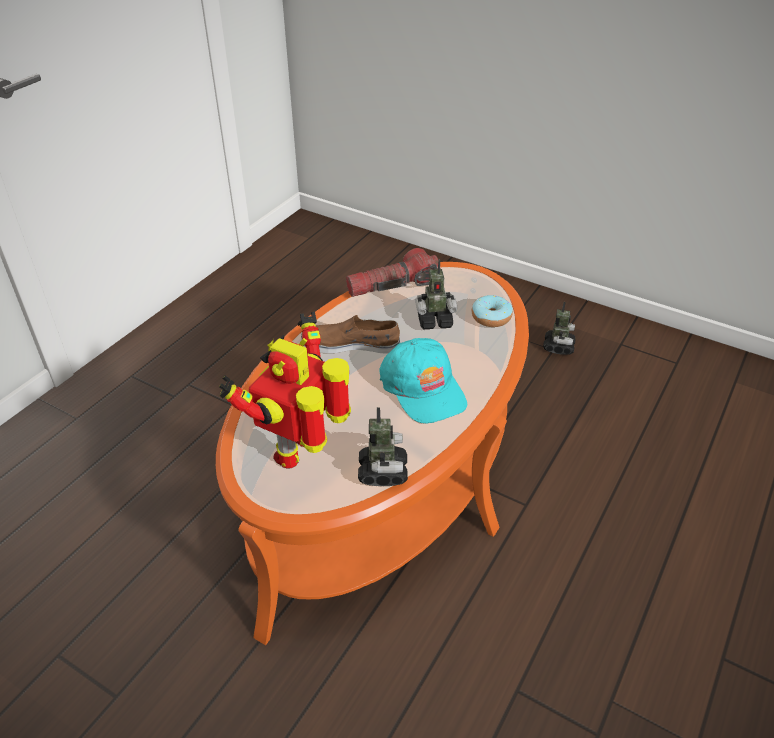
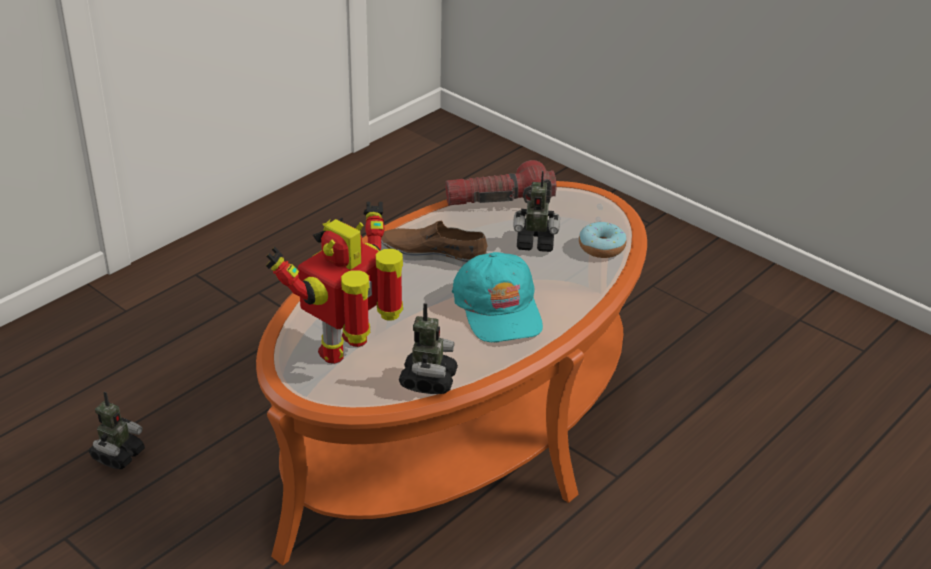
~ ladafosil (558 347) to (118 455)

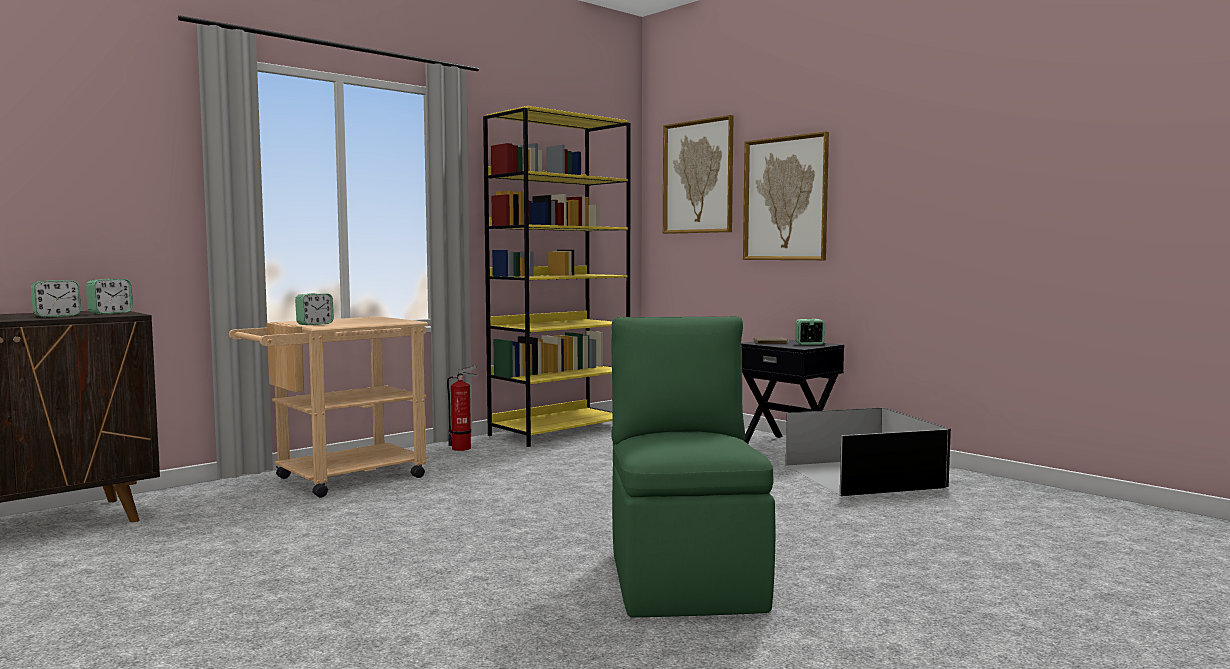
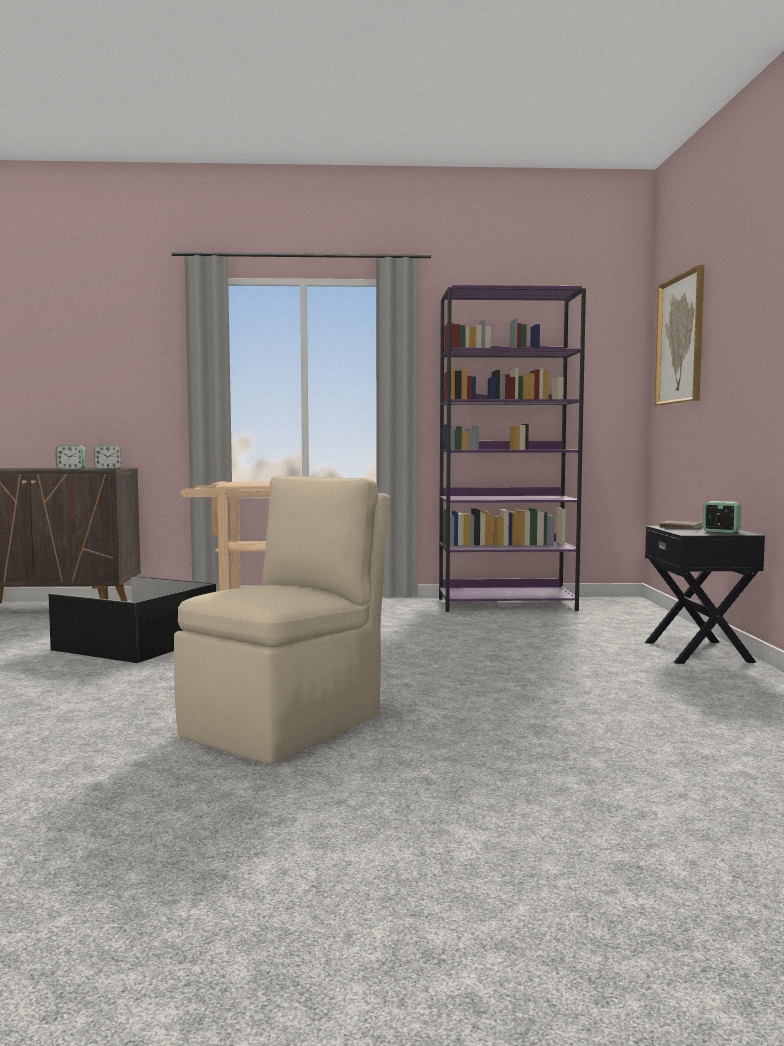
- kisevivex (315 324)
- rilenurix (464 448)
~ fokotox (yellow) (560 431) to fokotox (purple) (507 604)
~ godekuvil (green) (685 578) to godekuvil (beige) (287 725)
- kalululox (785 199)
~ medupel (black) (861 475) to (137 643)

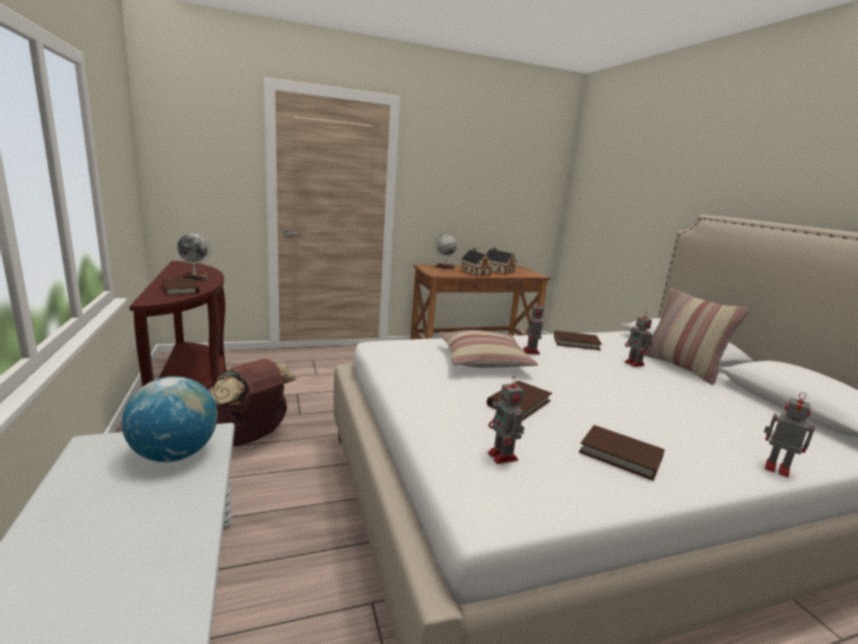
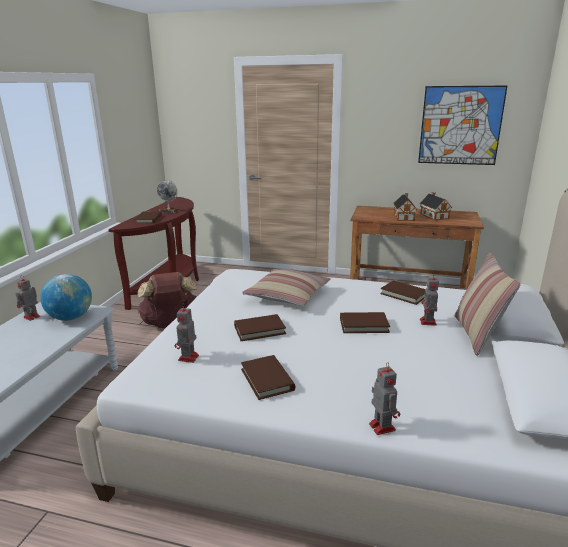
- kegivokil (444 267)
~ ladafosil (531 352) to (31 317)
+ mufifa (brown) (363 325)
+ kalululox (460 125)

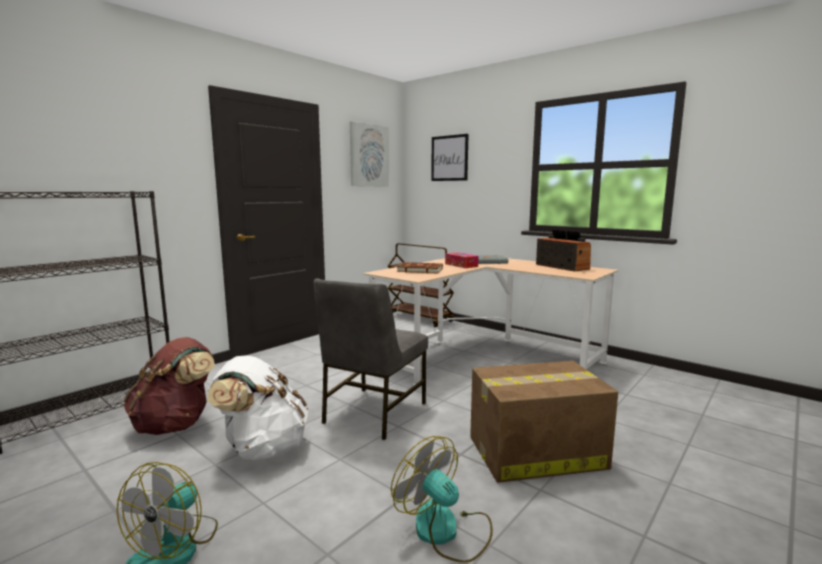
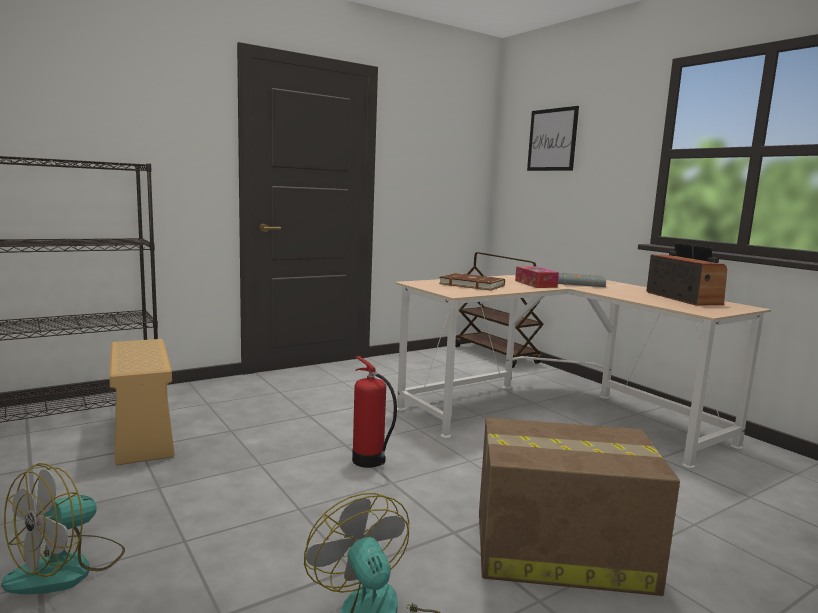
~ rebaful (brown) (175 425) to medupel (beige) (143 437)
- rebaful (white) (263 448)
~ godekuvil (grey) (372 413) to rilenurix (369 461)
- kalululox (369 155)

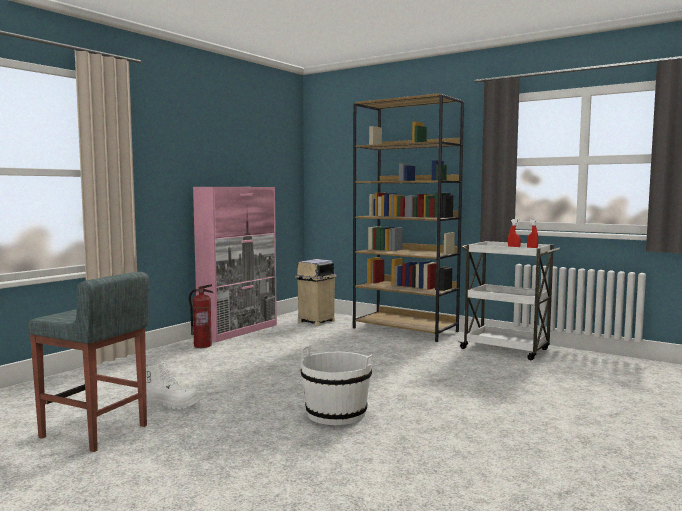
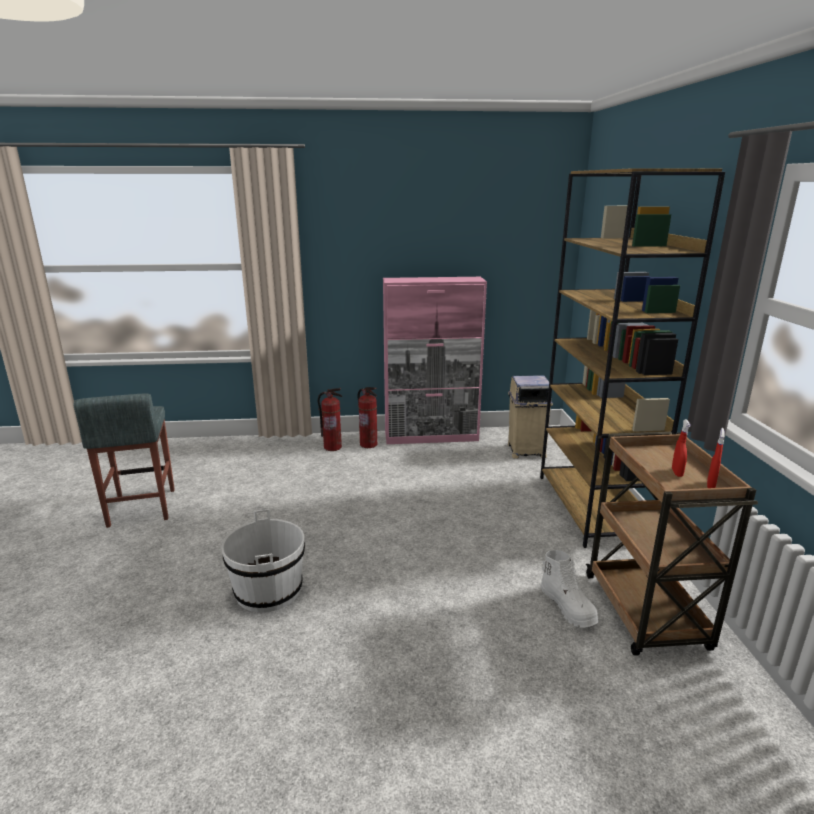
~ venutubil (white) (171 404) to (568 607)
~ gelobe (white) (506 349) to gelobe (brown) (646 613)
+ rilenurix (333 447)

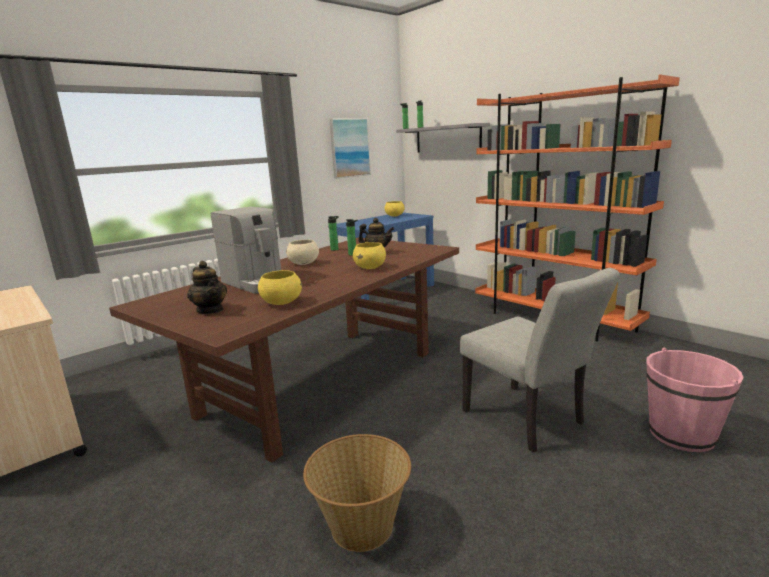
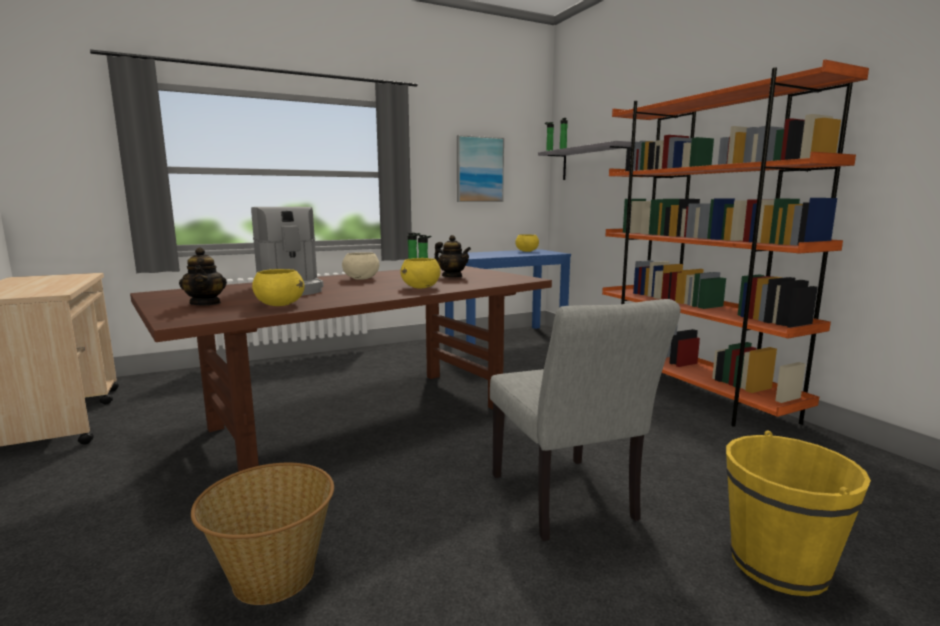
~ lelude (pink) (681 434) to lelude (yellow) (778 564)

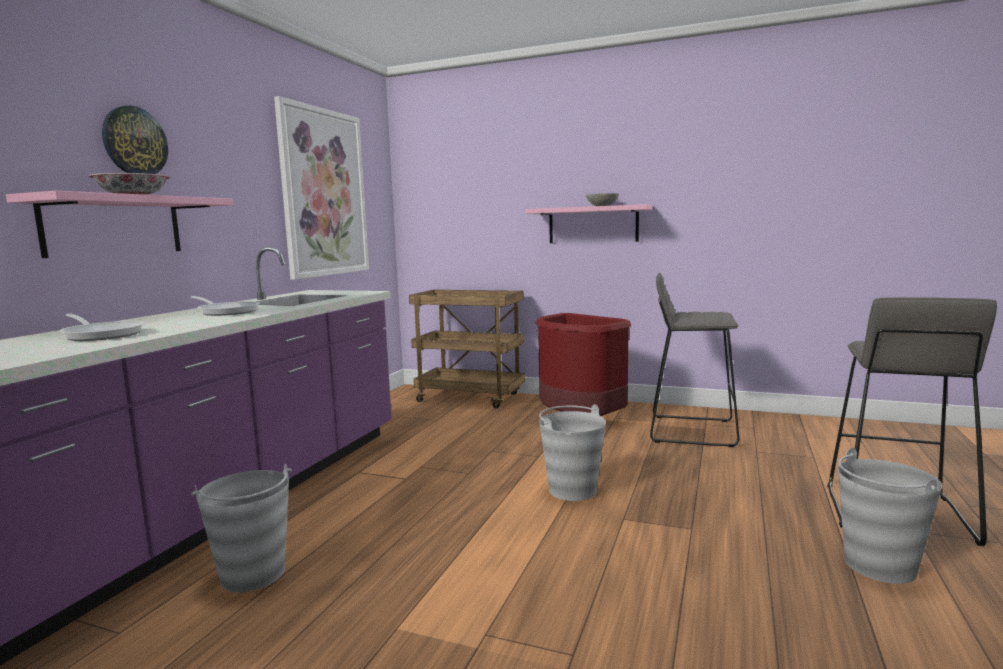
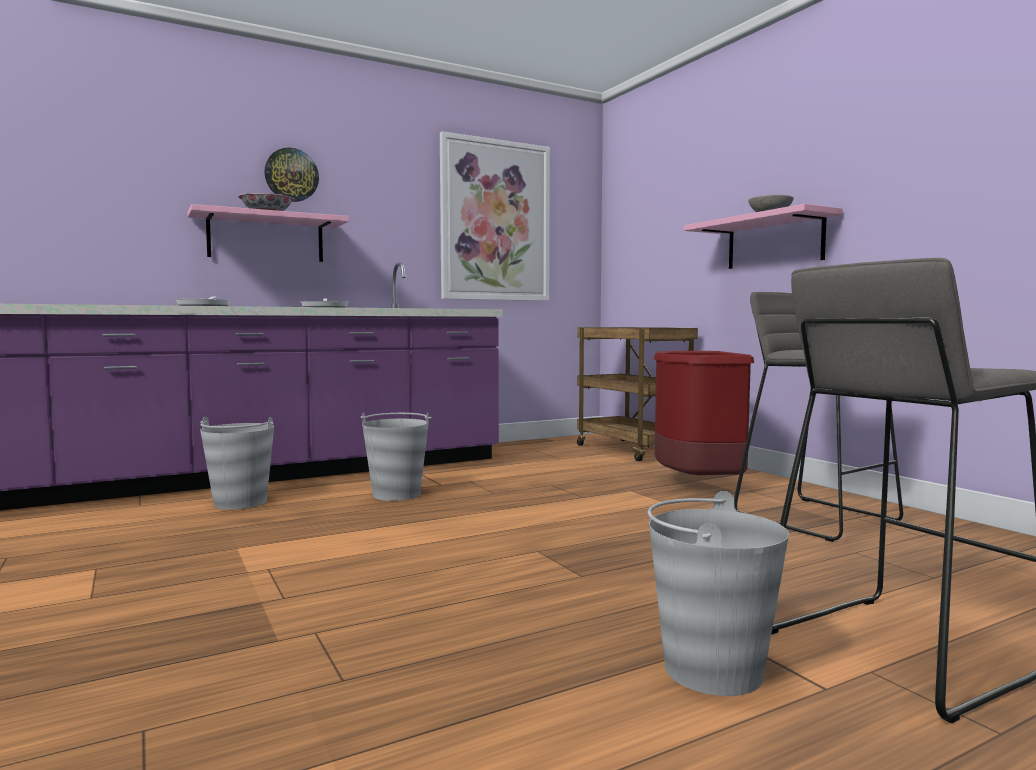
~ lelude (grey) (572 490) to (397 494)

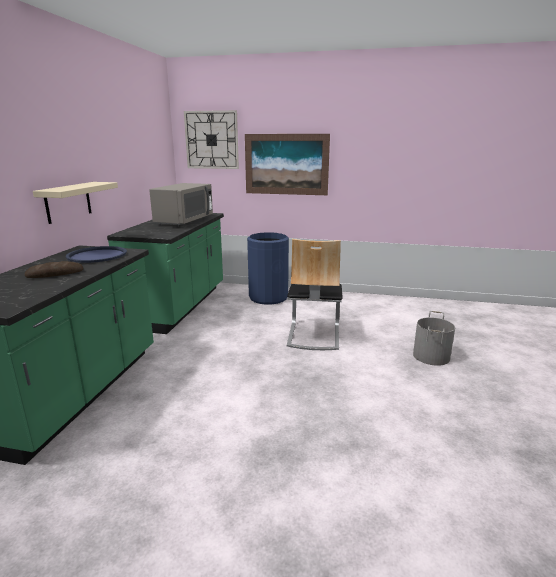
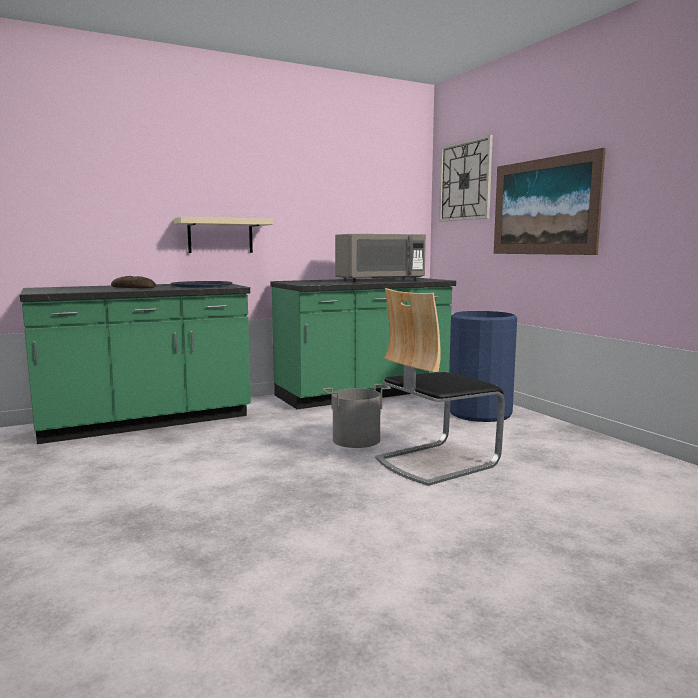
~ lelude (grey) (432 356) to (356 440)

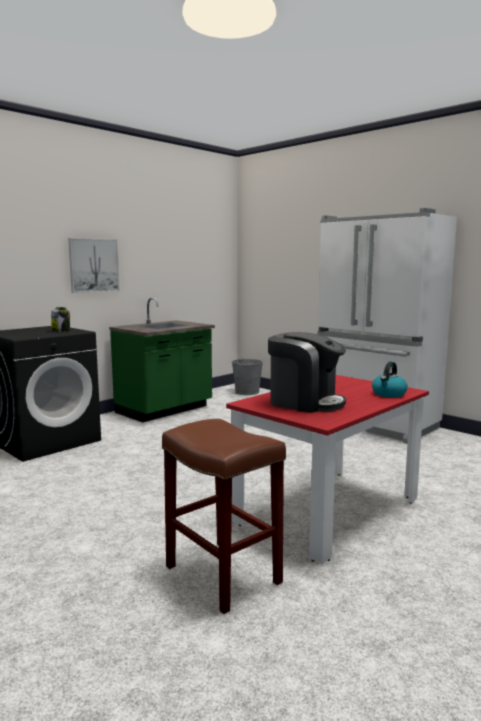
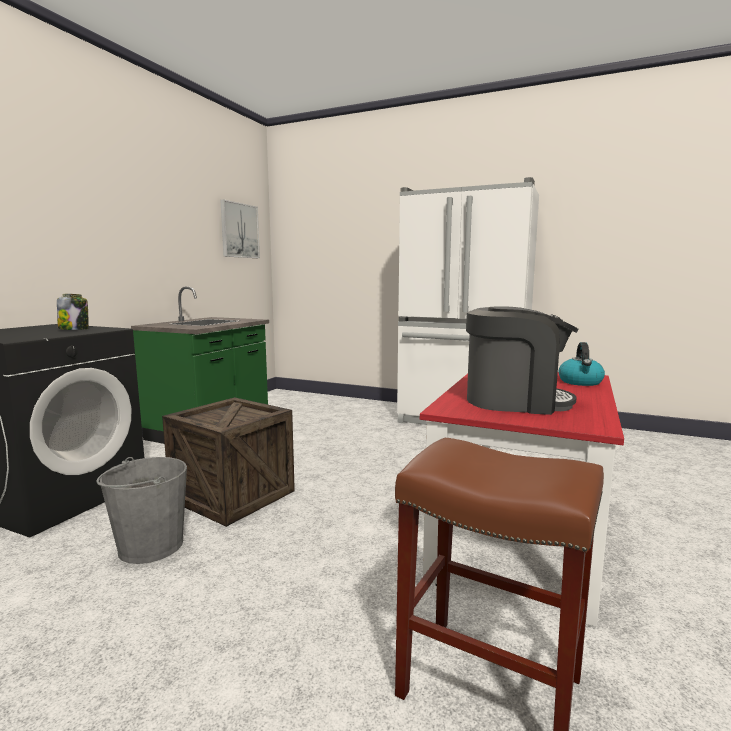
~ kalululox (94 265) to (239 230)
~ lelude (grey) (247 392) to (150 546)
+ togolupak (233 495)

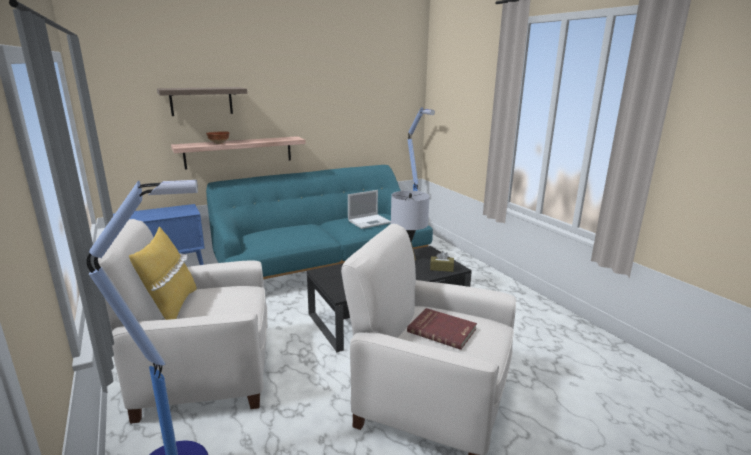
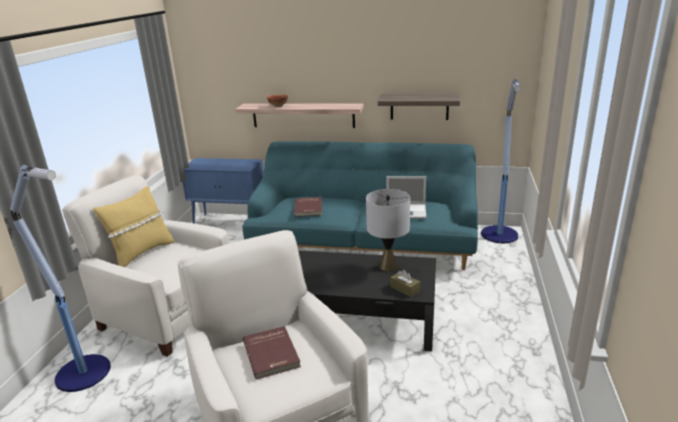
~ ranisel (201 101) to (419 106)
+ mufifa (red) (309 208)

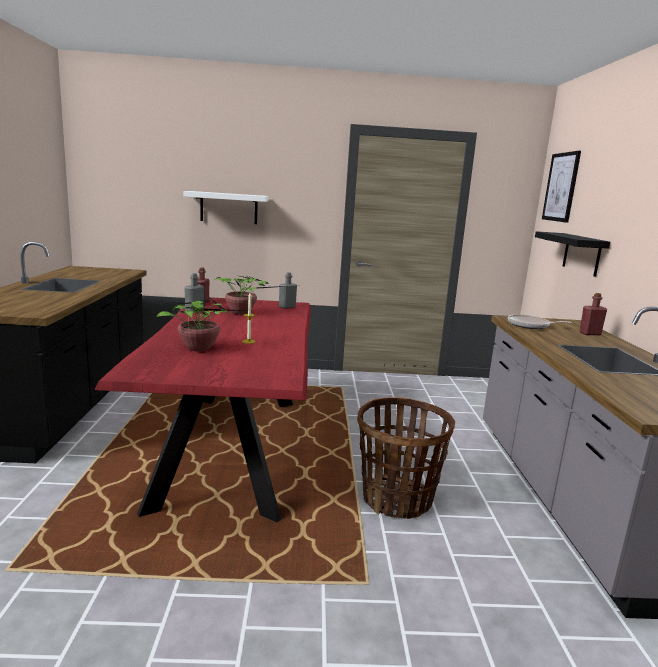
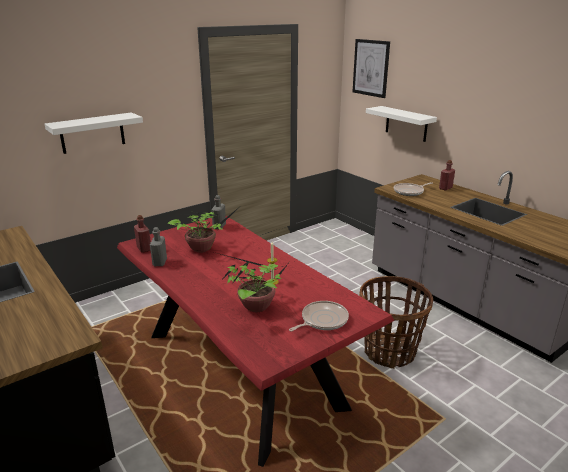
~ ranisel (black) (581 254) to ranisel (white) (406 124)
+ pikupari (322 320)

